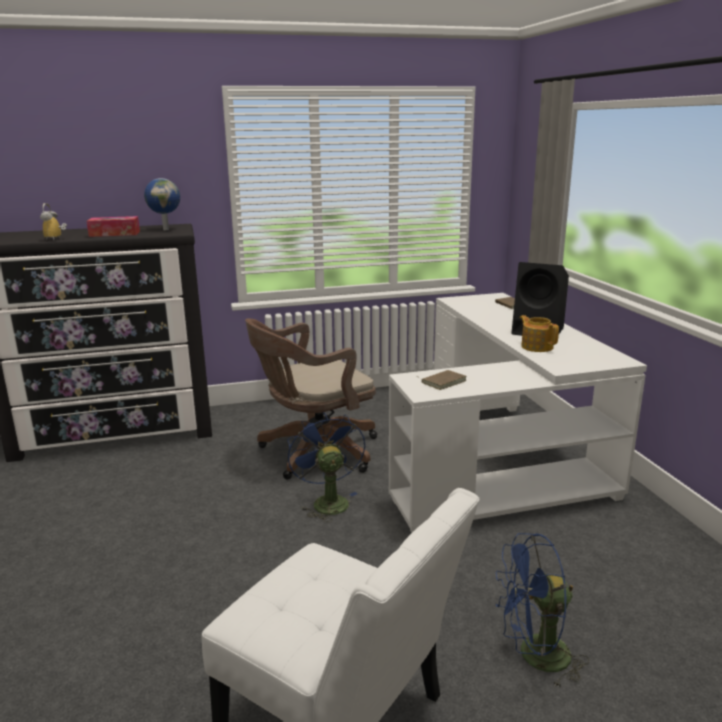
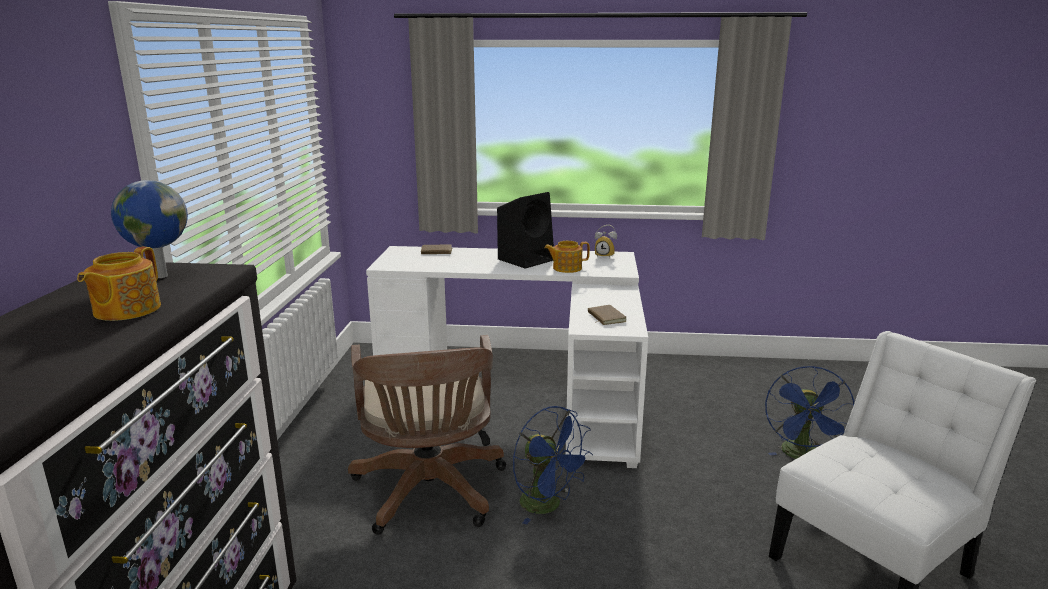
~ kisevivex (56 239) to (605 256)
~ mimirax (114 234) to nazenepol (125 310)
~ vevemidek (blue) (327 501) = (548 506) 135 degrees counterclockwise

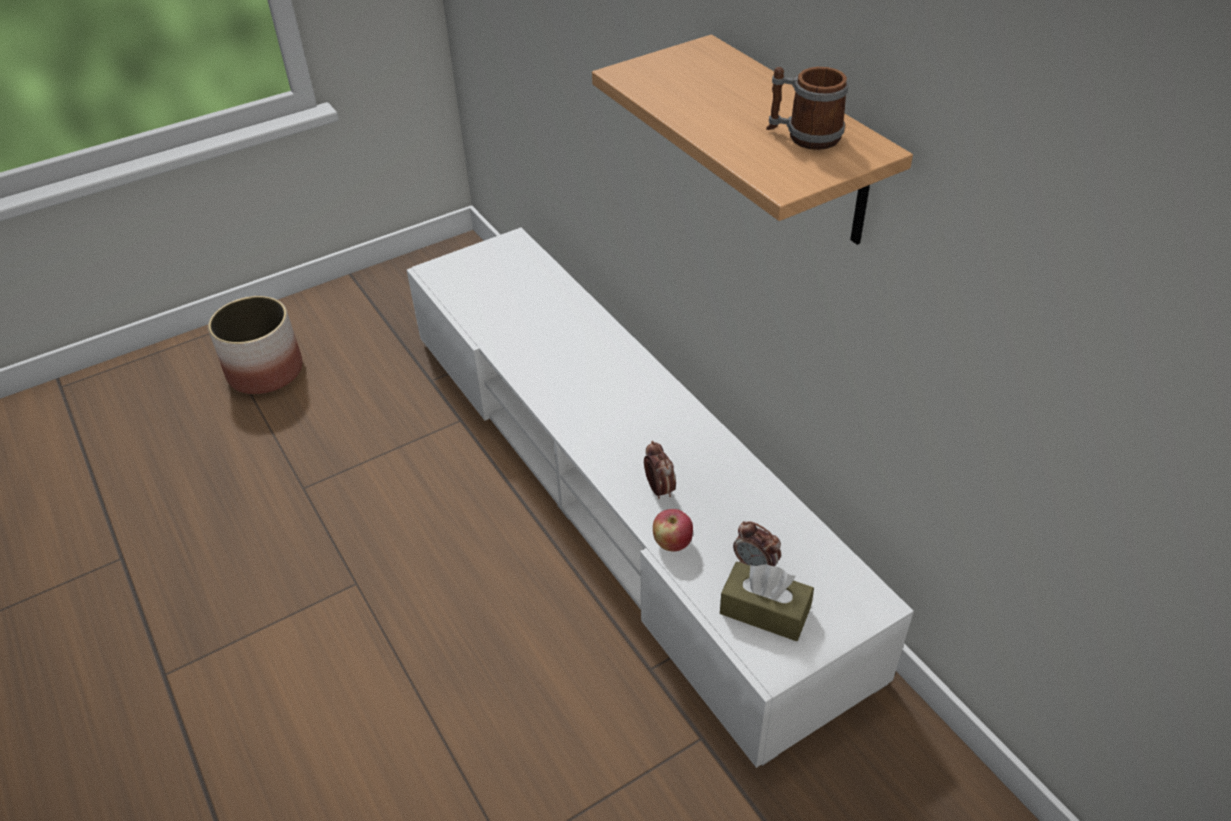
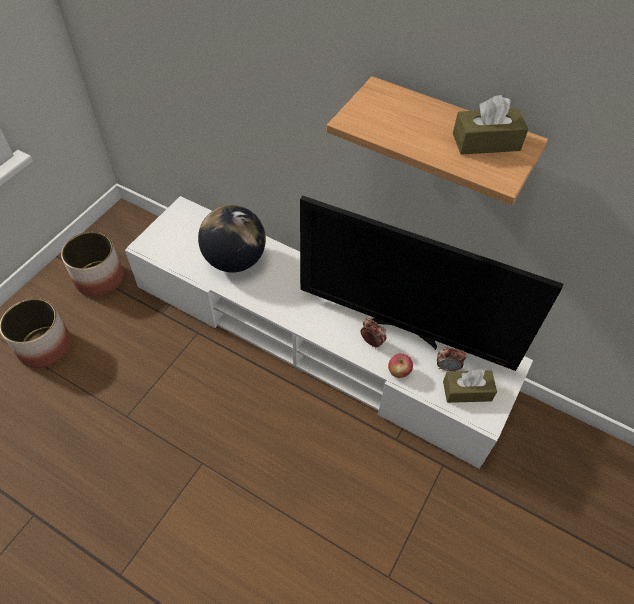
~ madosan (804 136) to mimirax (brown) (486 142)
+ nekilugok (99 278)
+ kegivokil (235 260)
+ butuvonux (404 330)

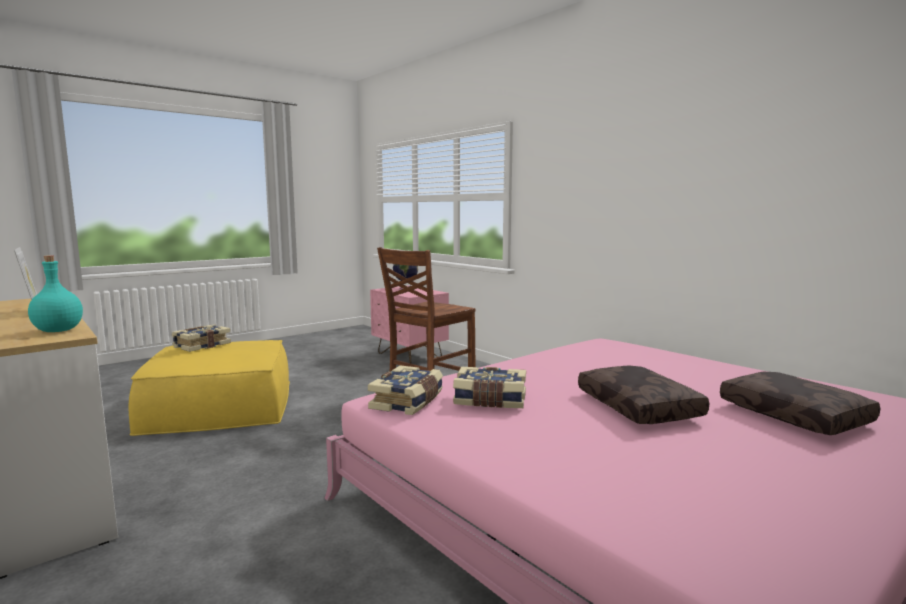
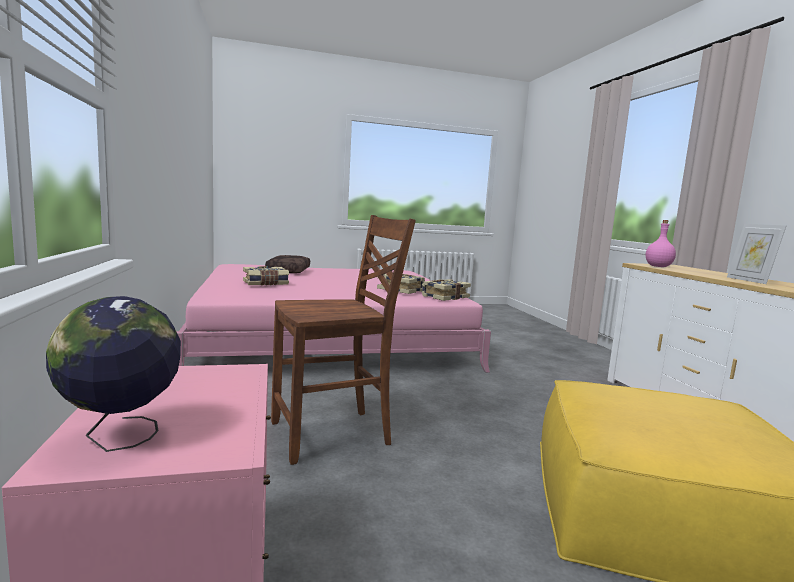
~ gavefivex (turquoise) (57 331) to gavefivex (pink) (658 266)
~ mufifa (201 345) to (266 283)
- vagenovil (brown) (640 407)

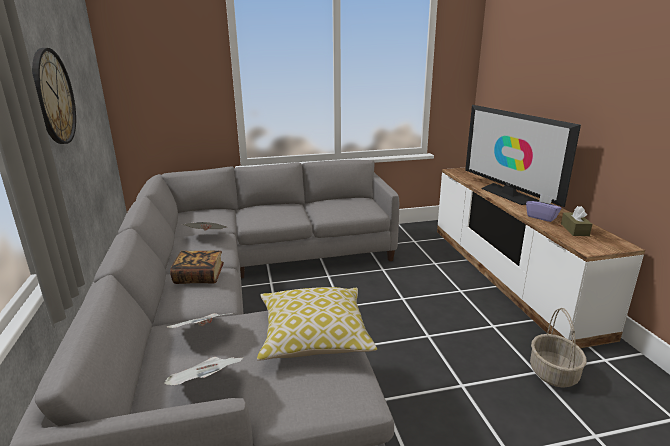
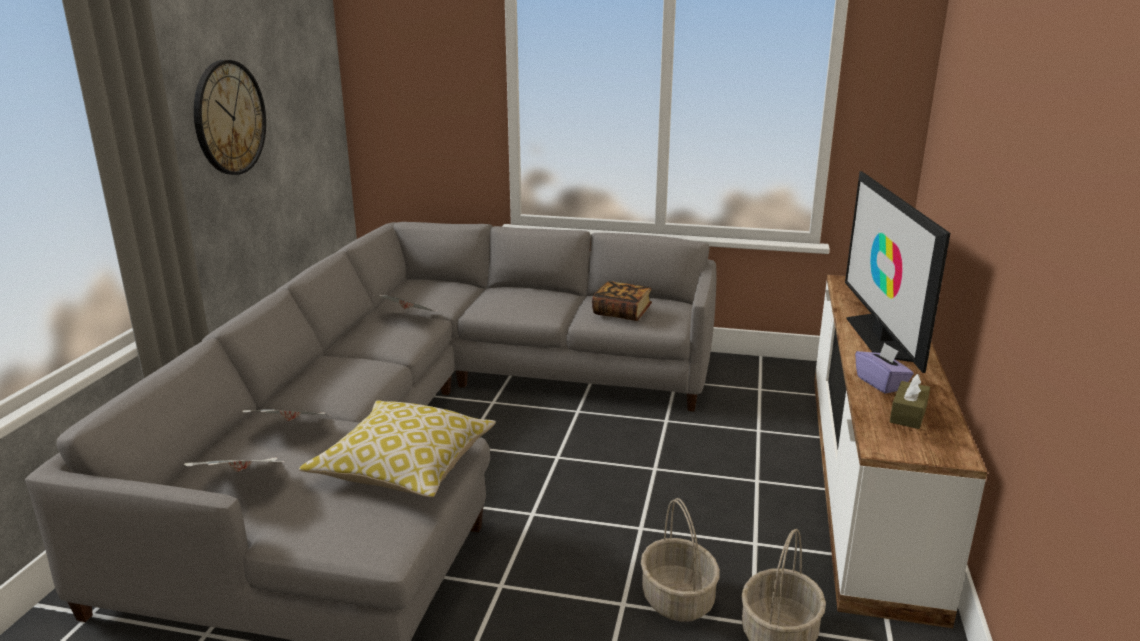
~ mufifa (199 277) to (622 312)
+ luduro (678 600)

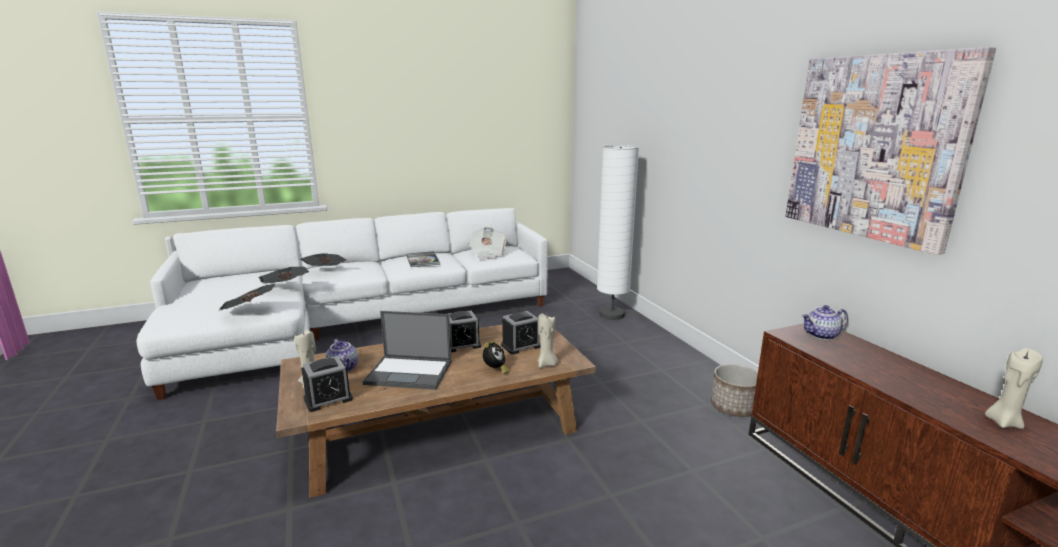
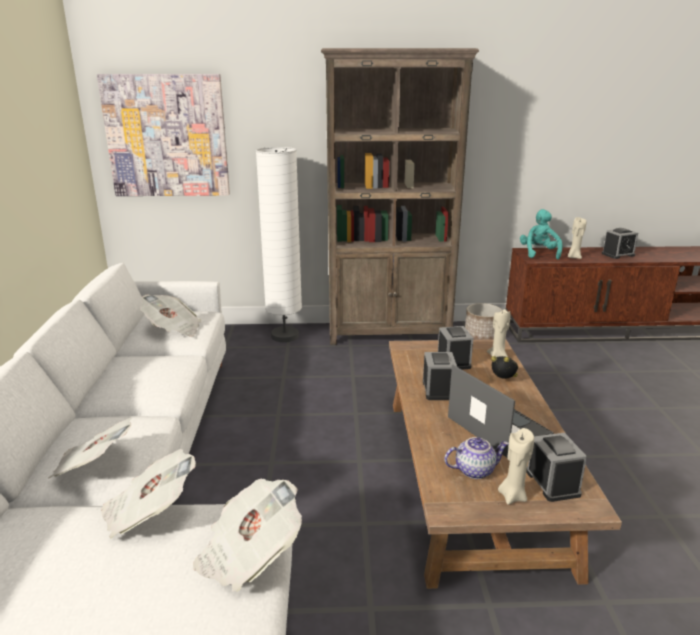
~ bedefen (410 372) = (497 426) 60 degrees counterclockwise
- mufifa (422 260)
~ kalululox (874 147) to (167 136)
~ nazenepol (821 335) to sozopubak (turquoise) (539 253)
~ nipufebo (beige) (1003 422) to (574 257)
+ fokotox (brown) (389 334)
+ kisevivex (618 254)

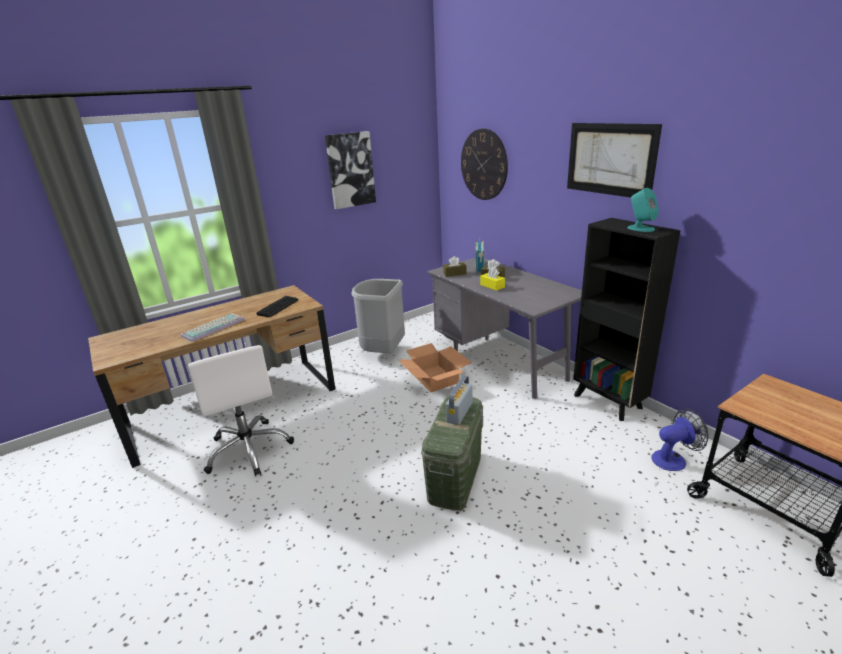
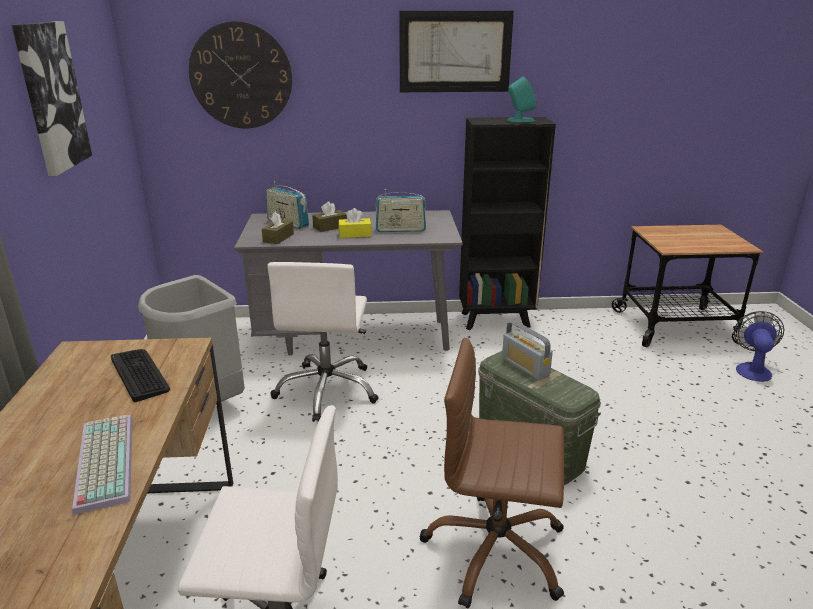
~ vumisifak (435 378) to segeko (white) (327 390)
~ vevemidek (673 459) to (752 369)
+ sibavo (400 230)
+ segeko (brown) (495 551)

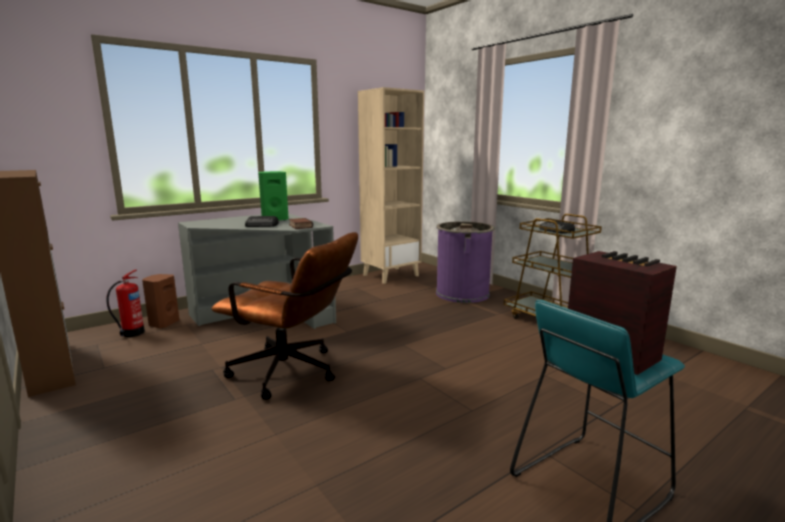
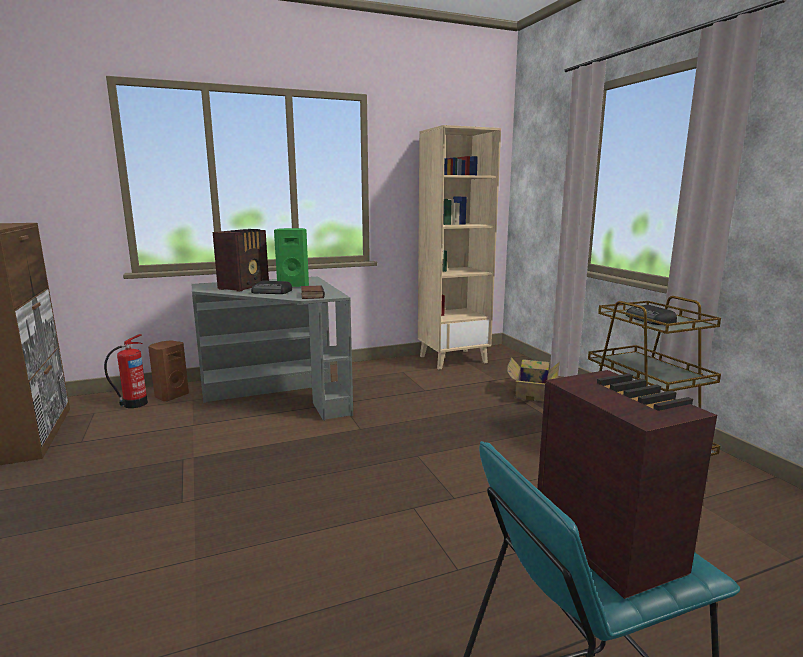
- segeko (brown) (293 373)
~ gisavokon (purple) (462 293) to vumisifak (532 392)
+ sibavo (245 286)

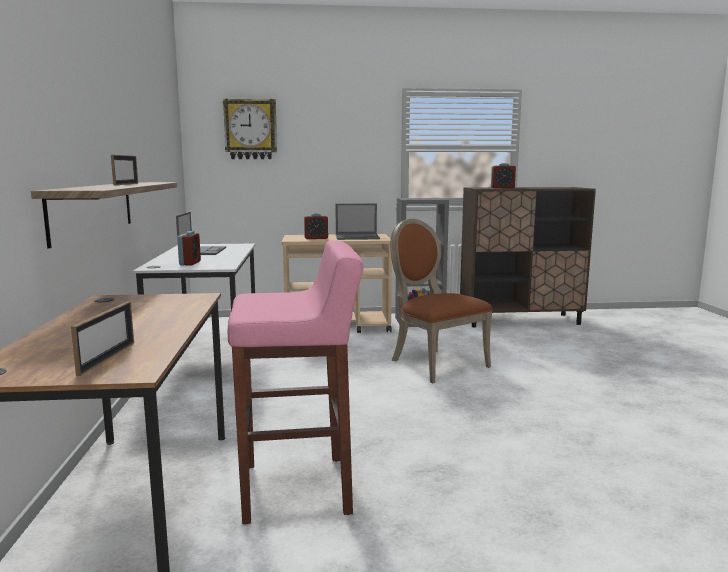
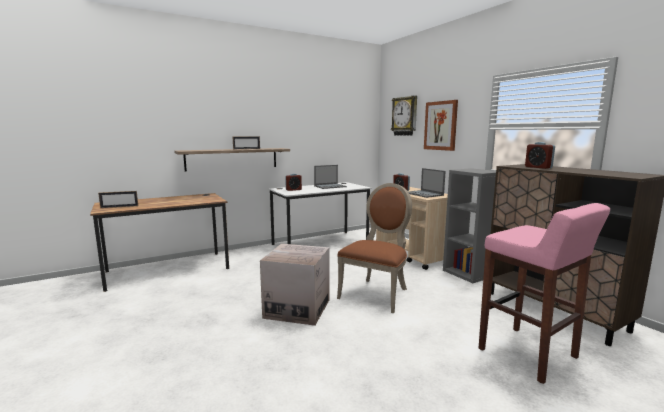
~ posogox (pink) (298 488) to (528 354)
+ vumisifak (297 308)
+ kalululox (440 125)

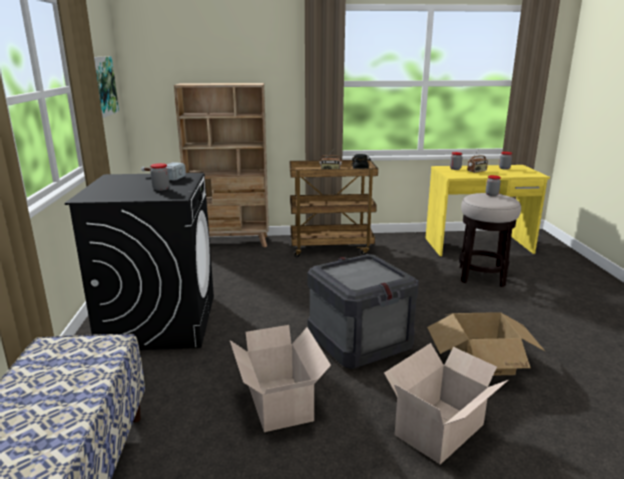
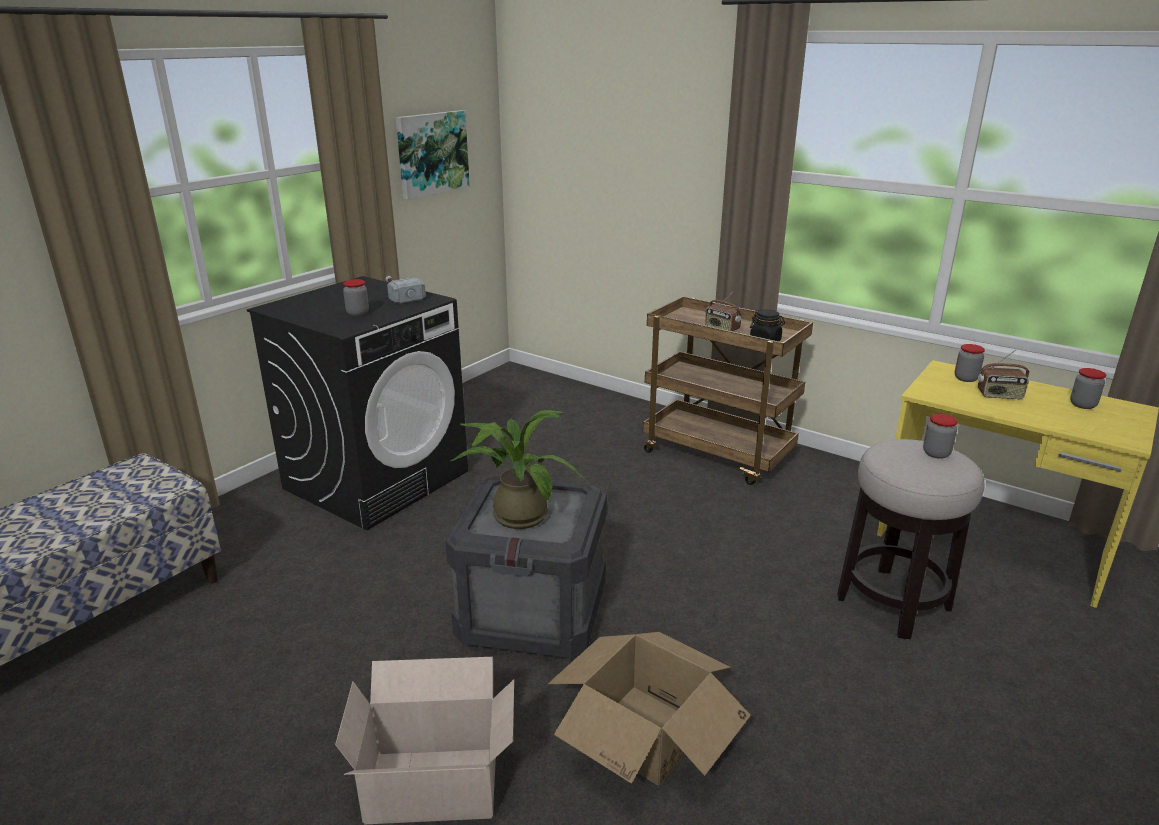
- fokotox (beige) (230 242)
- vumisifak (279 404)
+ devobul (516 513)

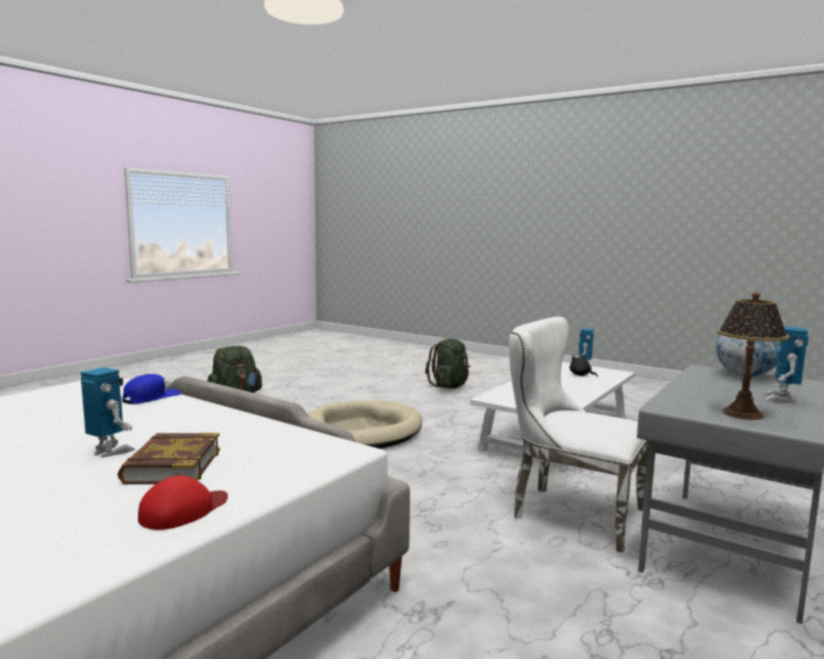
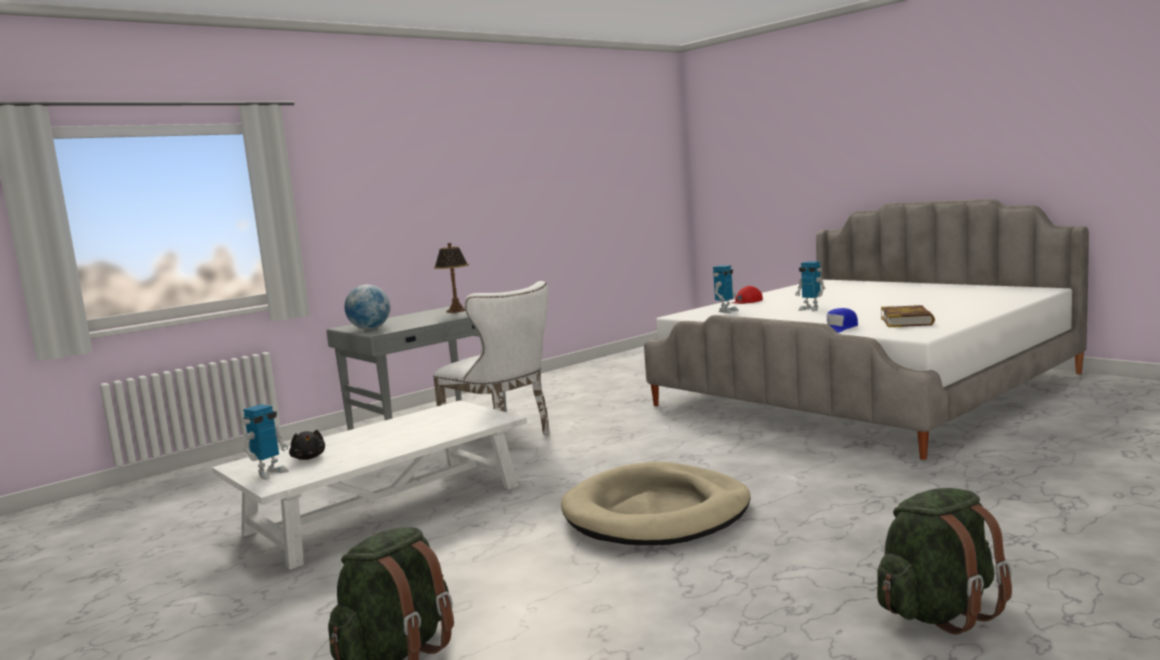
~ mufifa (172 466) to (907 321)
~ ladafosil (781 399) to (726 311)

